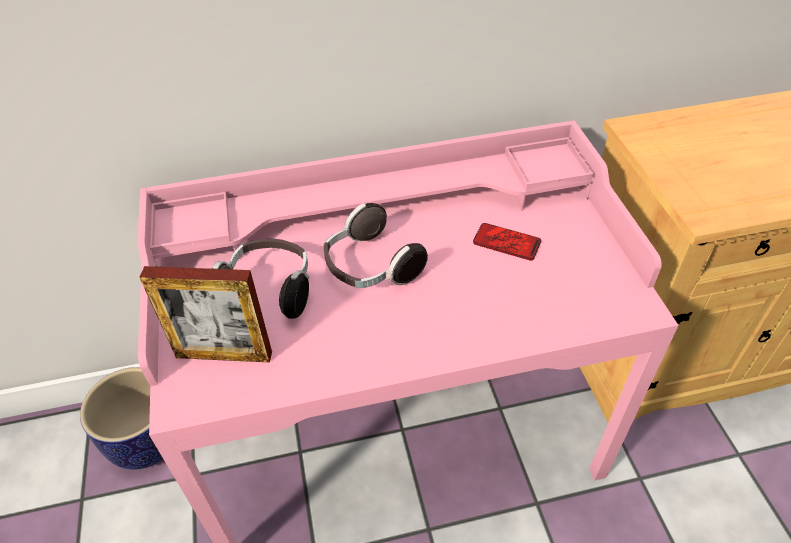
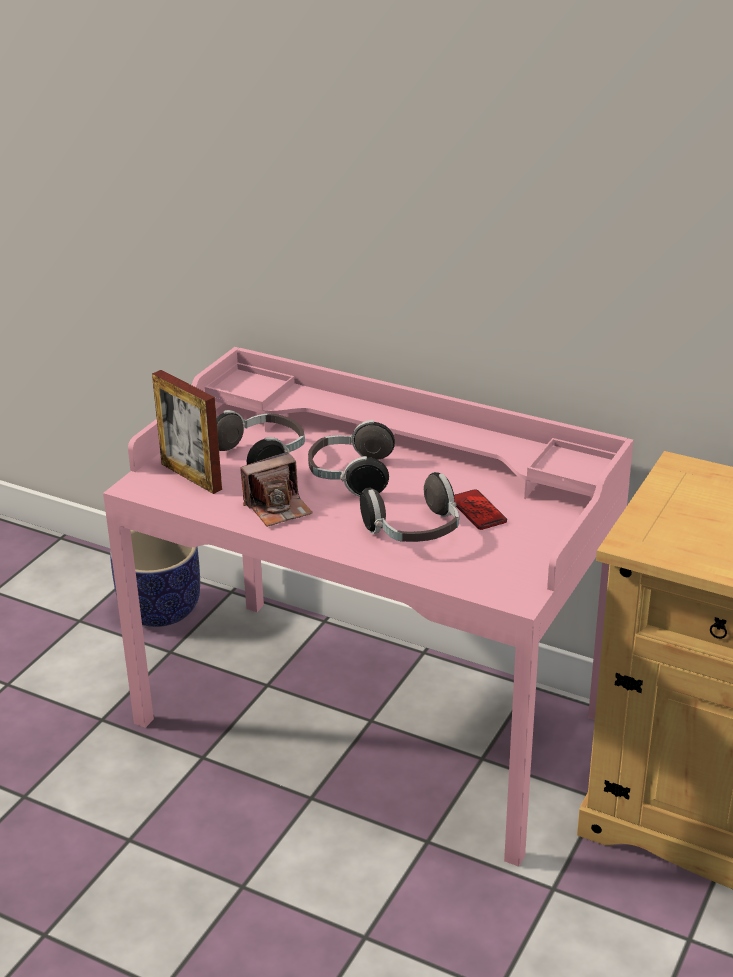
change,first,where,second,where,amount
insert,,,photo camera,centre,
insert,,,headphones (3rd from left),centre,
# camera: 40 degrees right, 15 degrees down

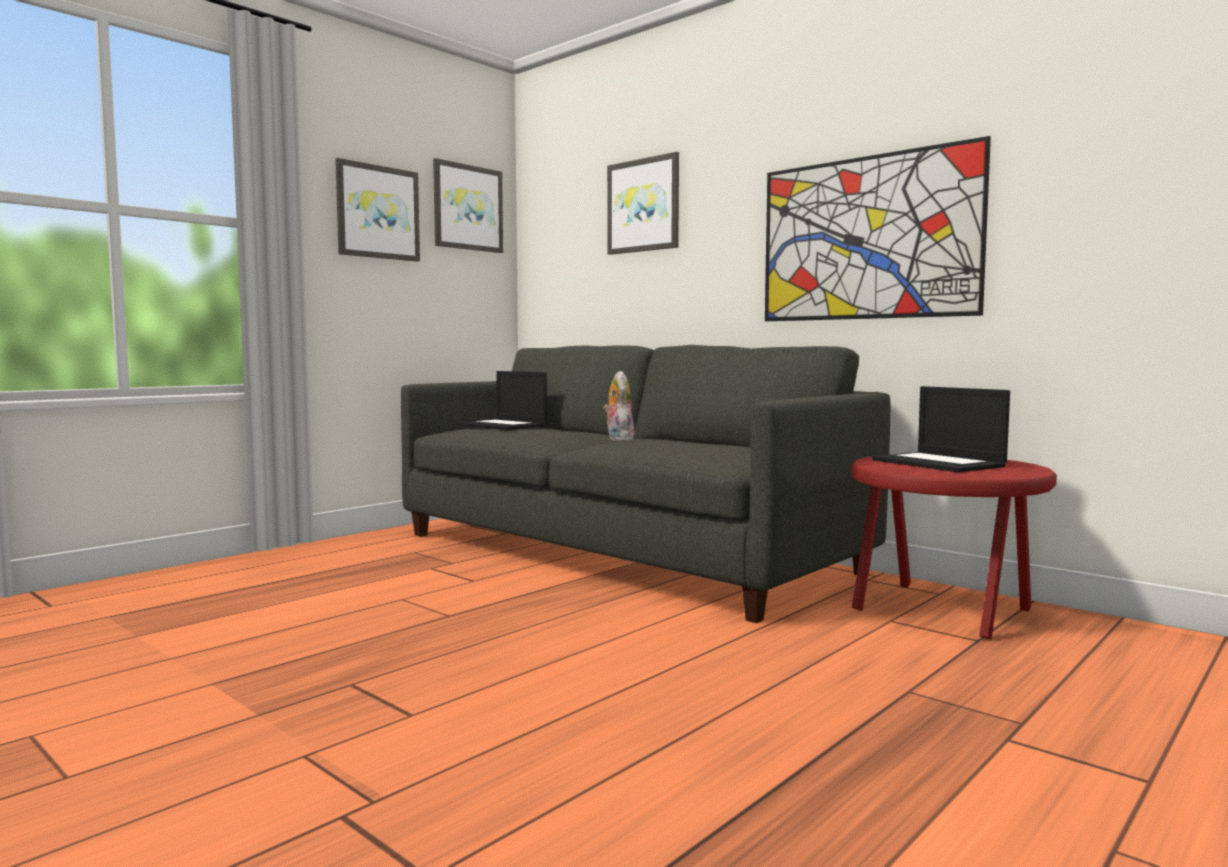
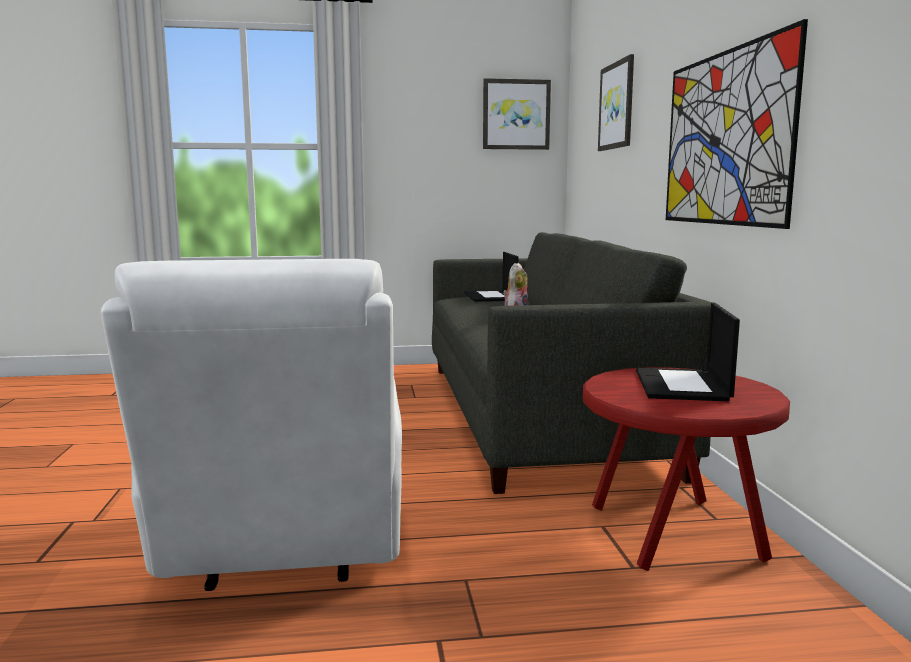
change,first,where,second,where,amount
delete,picture (1st from left),top left,,,
insert,,,white armchair,middle left,
# camera: 40 degrees right, 5 degrees up

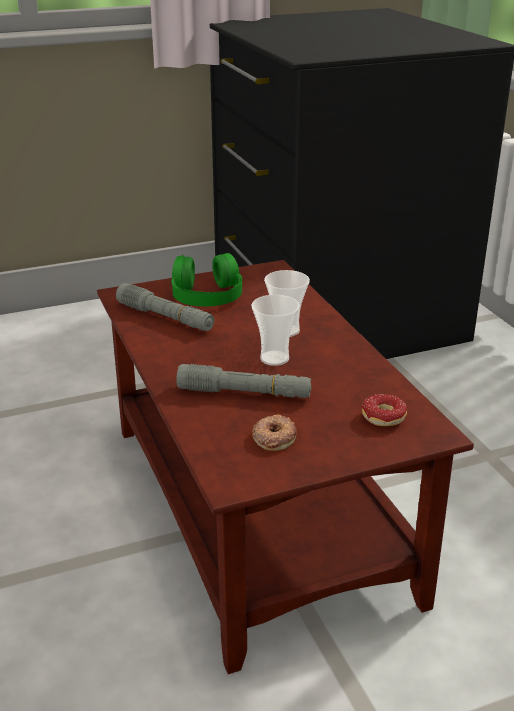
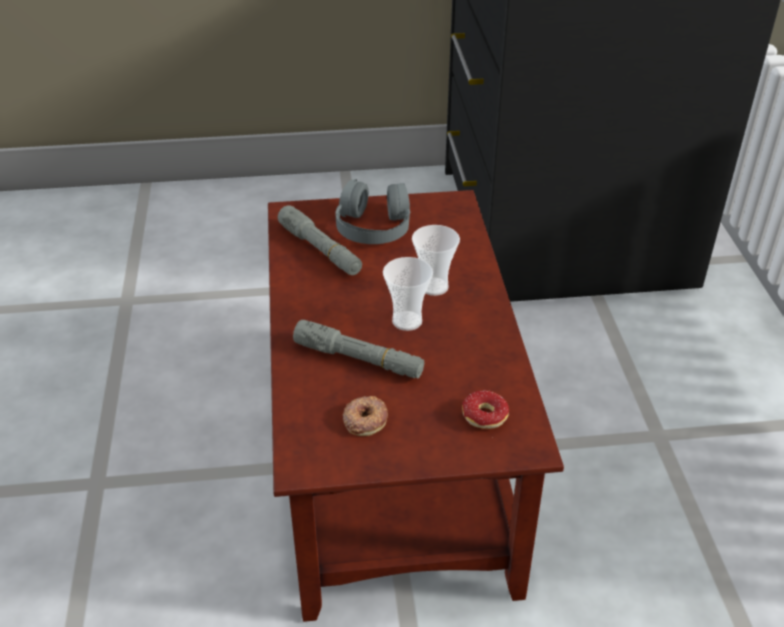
change,first,where,second,where,amount
recolor,green headphones,centre,grey headphones,centre,
# camera: 15 degrees right, 10 degrees up

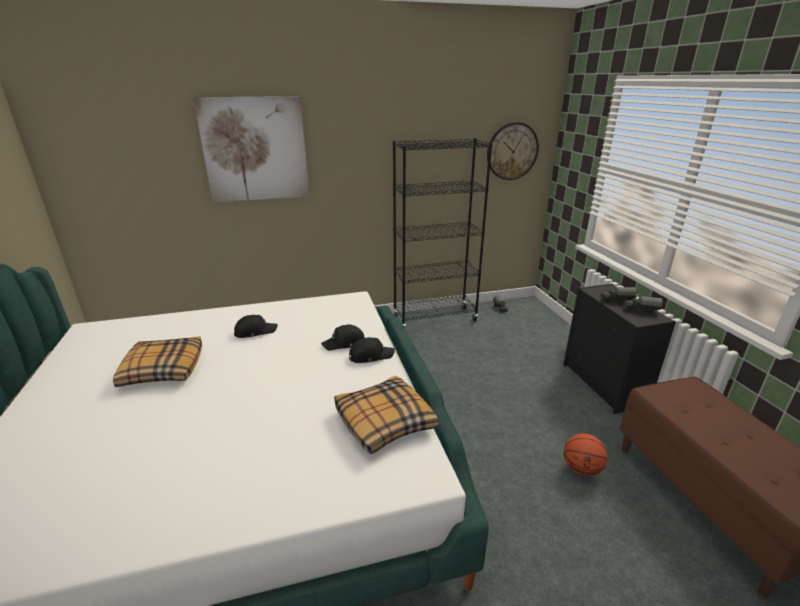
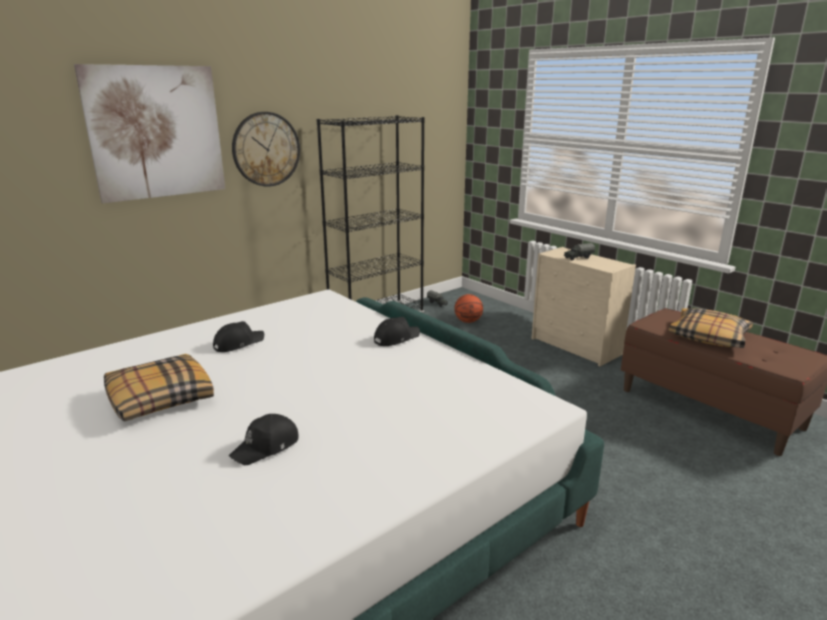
change,first,where,second,where,amount
move,wall clock,top centre,,top left,
recolor,black dresser,middle right,beige dresser,middle right,
delete,toy truck (3rd from left),middle right,,,
move,black cap (2nd from left),centre,,bottom left,
move,pillow (2nd from left),bottom centre,,middle right,
move,basketball,bottom right,,centre,
# camera: 25 degrees left, 5 degrees down

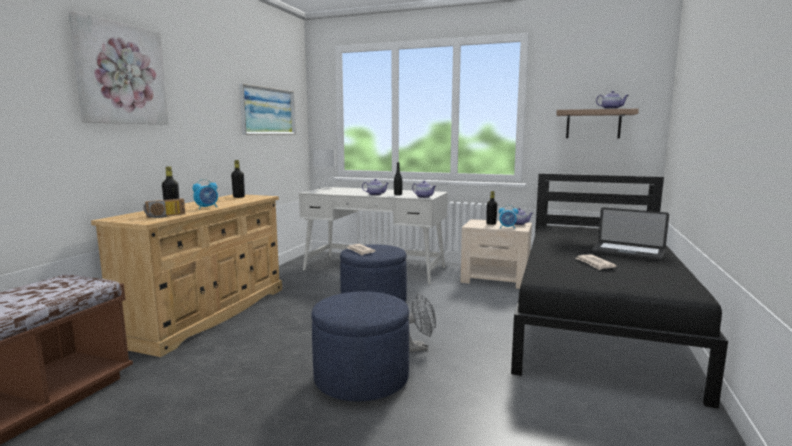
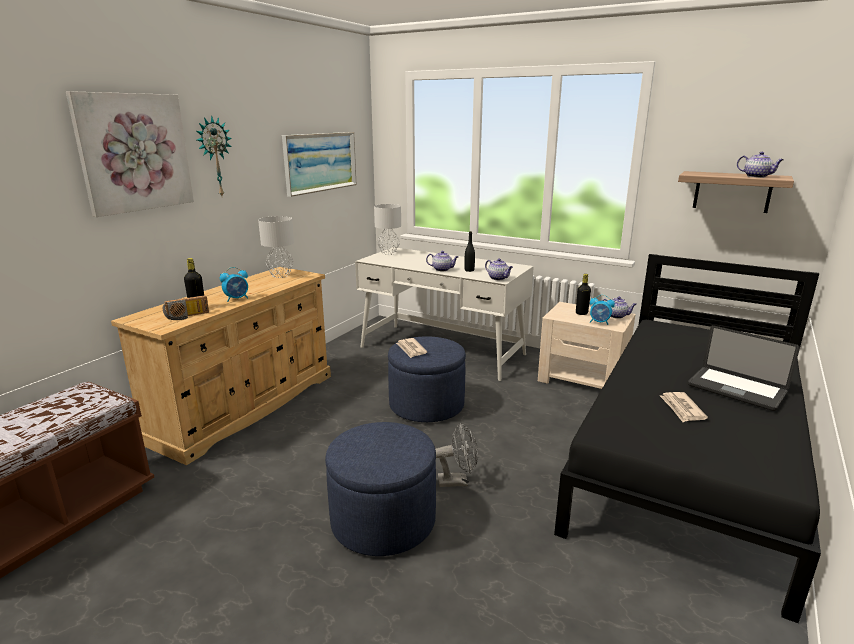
change,first,where,second,where,amount
replace,black bottle (2nd from left),middle left,grey table lamp (1st from left),middle left,
insert,,,wall clock,top left,
# camera: 10 degrees right, 10 degrees up

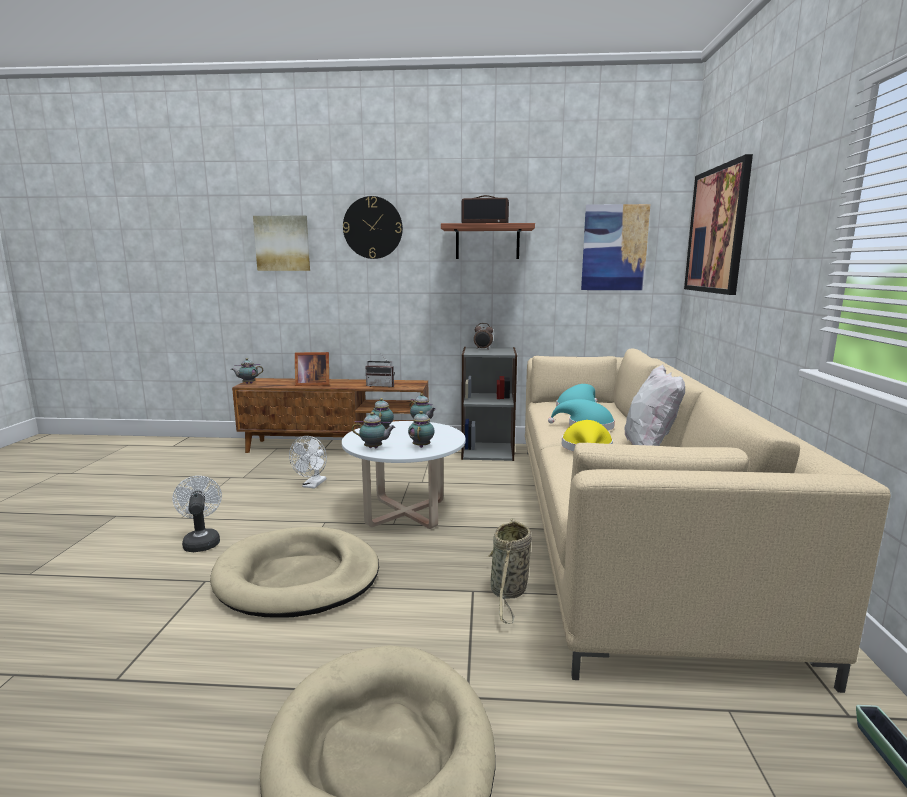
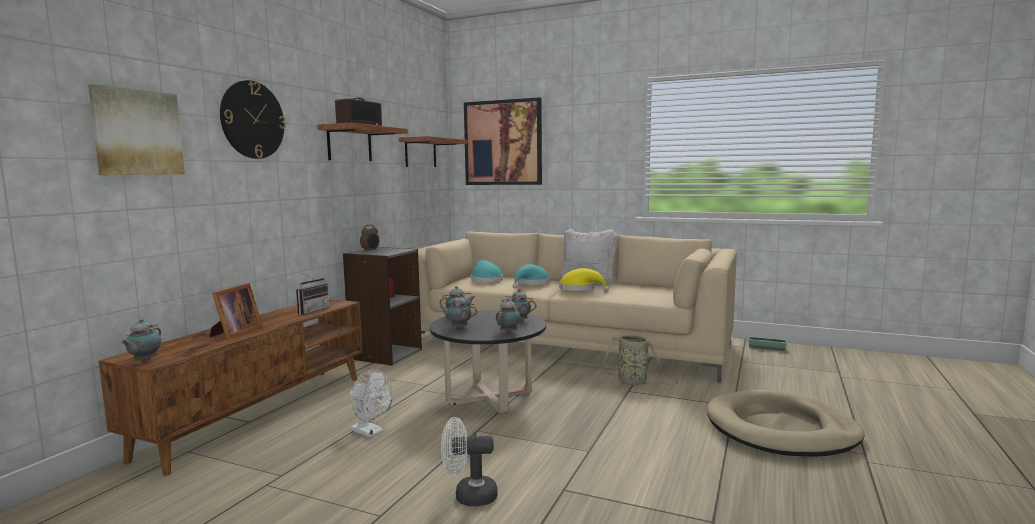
change,first,where,second,where,amount
replace,picture (2nd from left),top right,shelf (2nd from left),top centre,
recolor,white coffee table,centre,black coffee table,bottom centre,
delete,beige dog bed (1st from left),bottom left,,,
# camera: 70 degrees left, 5 degrees down

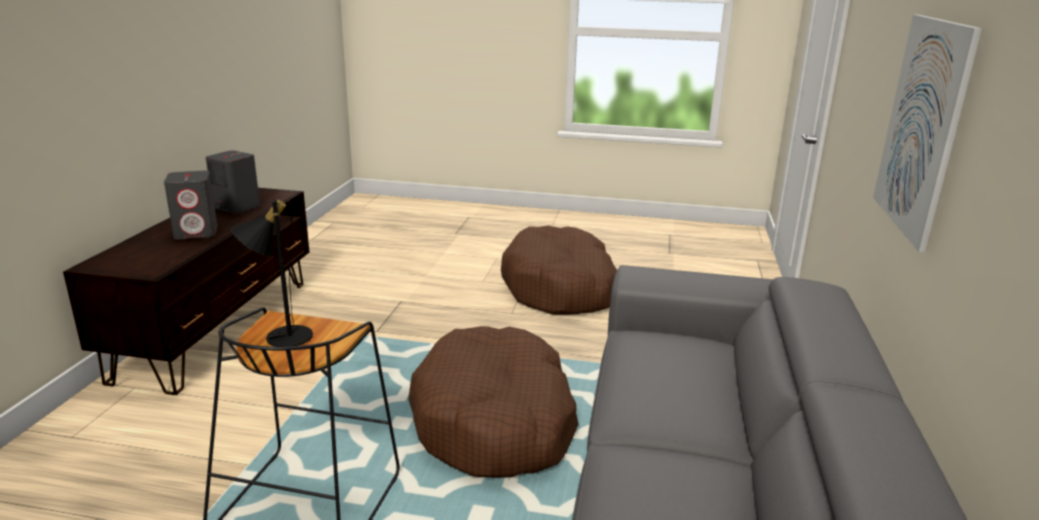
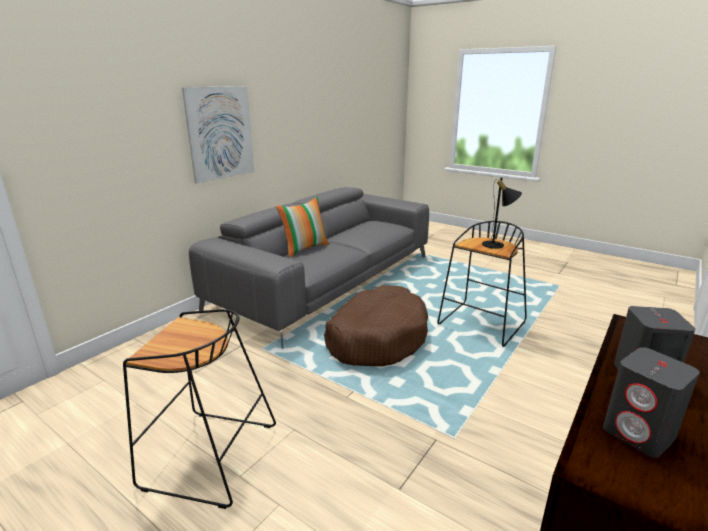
change,first,where,second,where,amount
replace,brown dog bed (2nd from left),centre,black stool (1st from left),bottom left,
insert,,,pillow,centre,
# camera: 155 degrees left, 0 degrees up

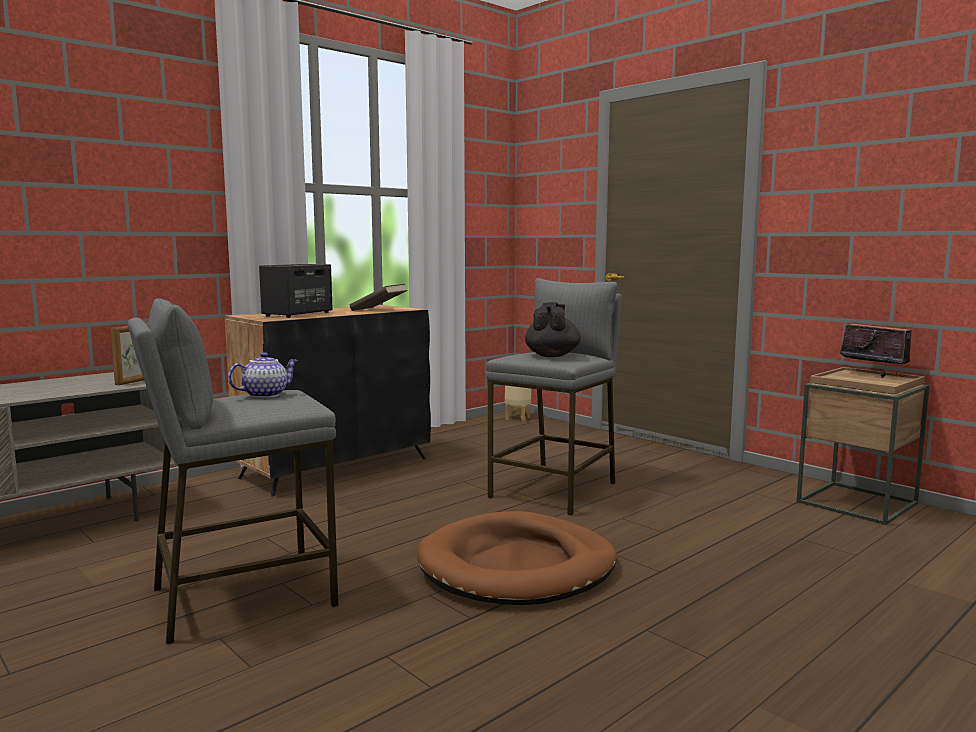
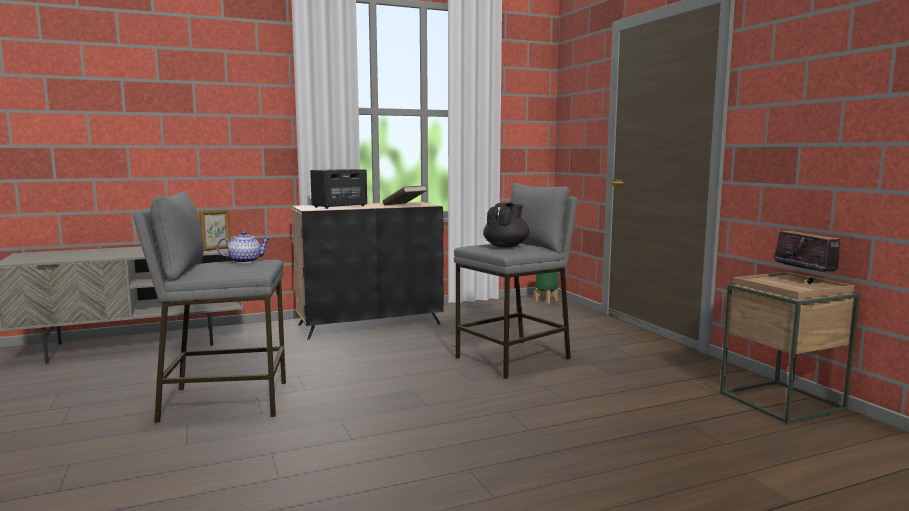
change,first,where,second,where,amount
recolor,beige planter,centre,green planter,centre,
delete,brown dog bed,bottom centre,,,
# camera: 20 degrees right, 0 degrees up

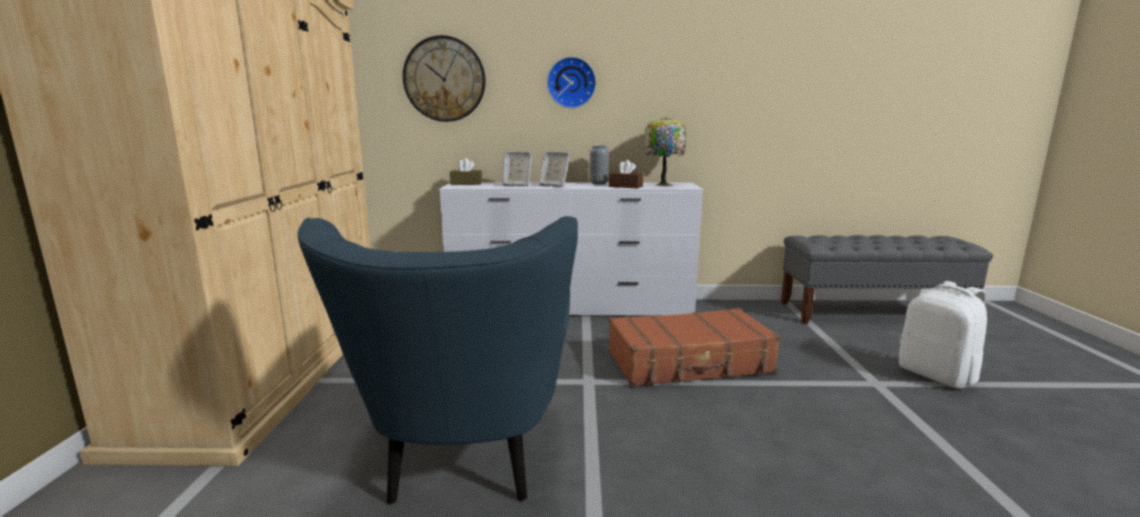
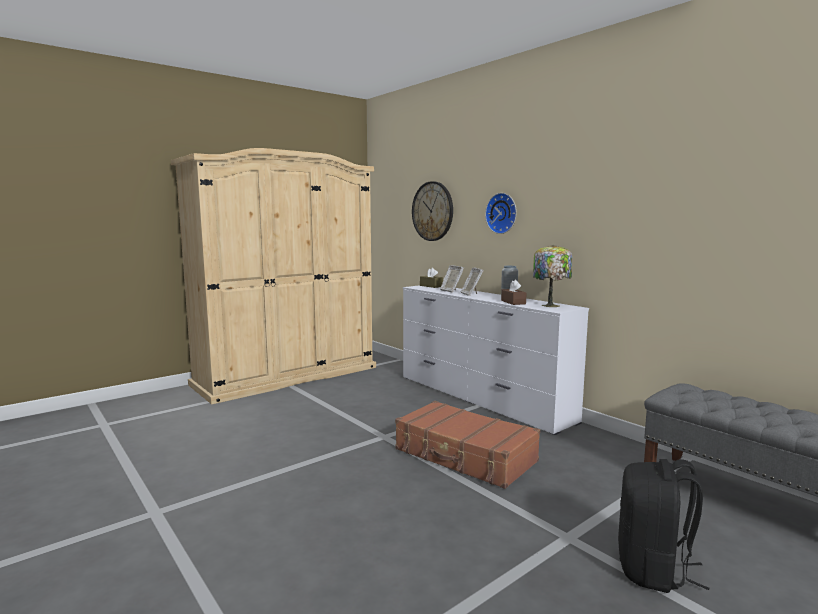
change,first,where,second,where,amount
delete,blue armchair,bottom centre,,,
recolor,white backpack,middle right,black backpack,bottom right,
# camera: 50 degrees right, 5 degrees down

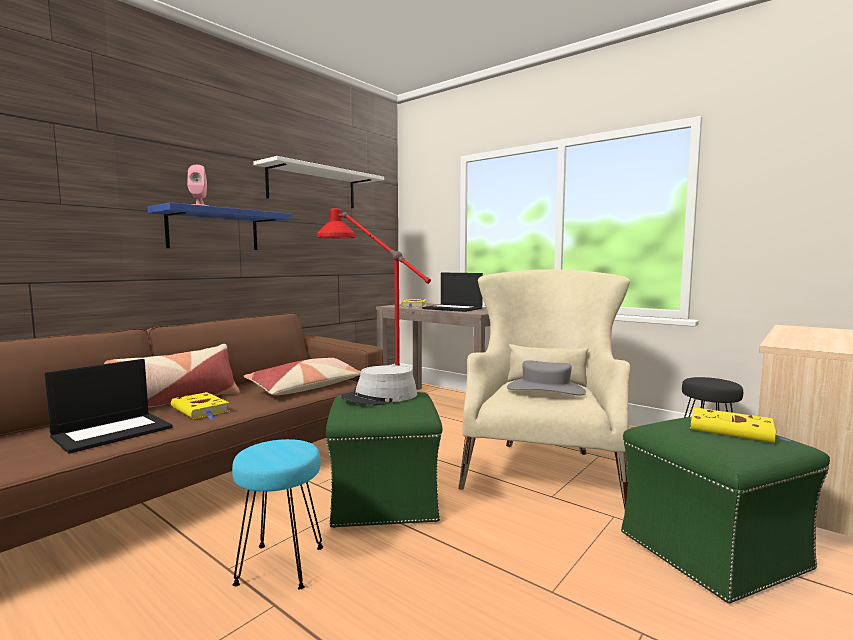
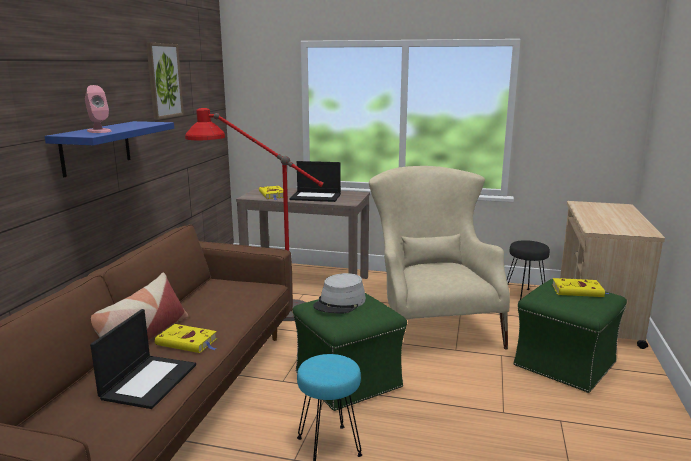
change,first,where,second,where,amount
replace,white shelf,top centre,picture,top left,
delete,pillow (2nd from left),centre,,,
delete,grey hat (2nd from left),centre,,,
# camera: 25 degrees left, 10 degrees up

